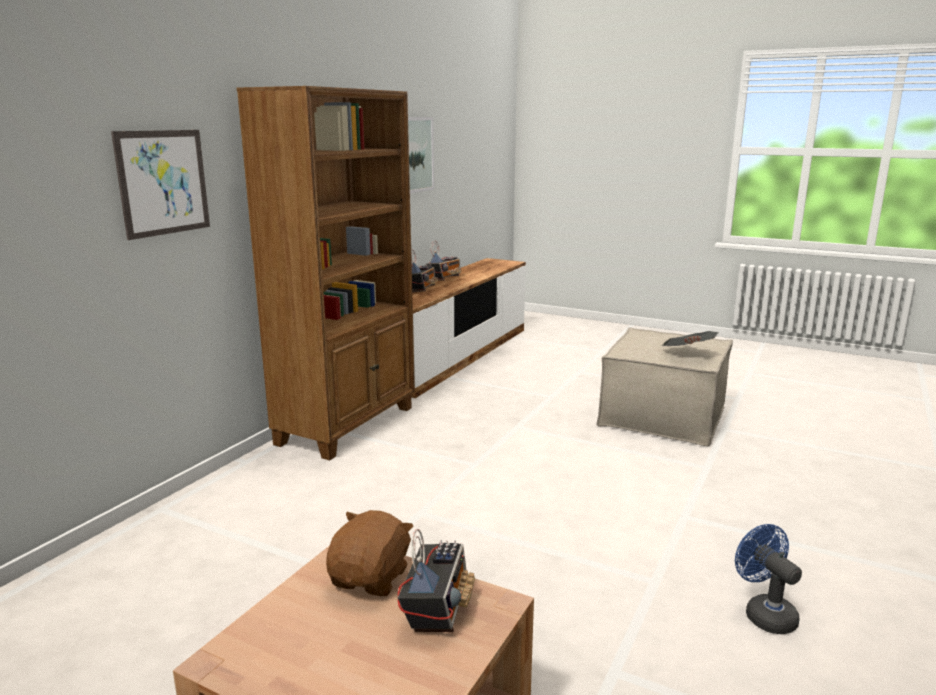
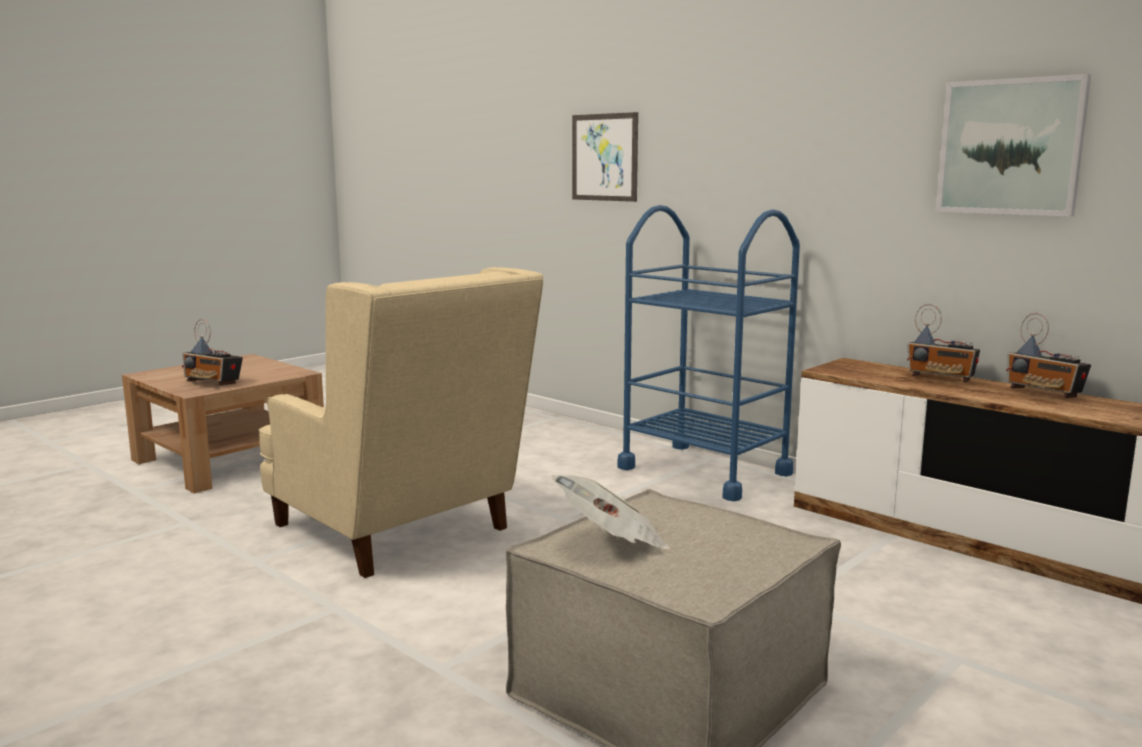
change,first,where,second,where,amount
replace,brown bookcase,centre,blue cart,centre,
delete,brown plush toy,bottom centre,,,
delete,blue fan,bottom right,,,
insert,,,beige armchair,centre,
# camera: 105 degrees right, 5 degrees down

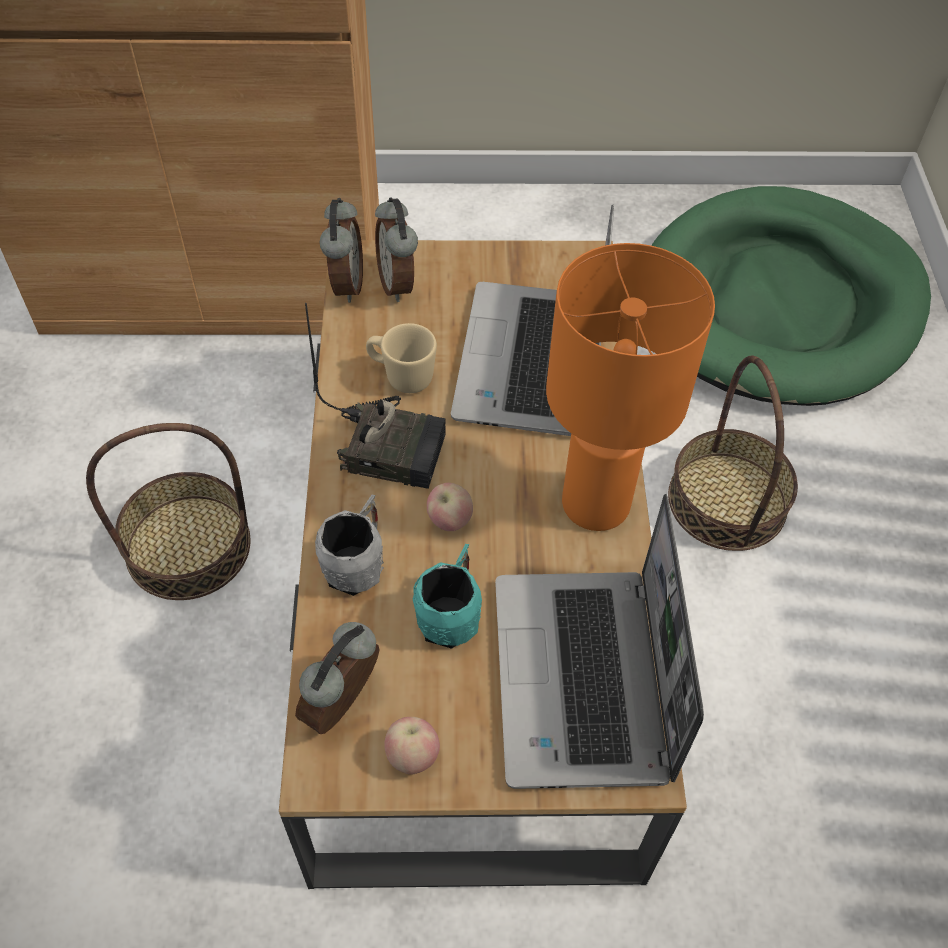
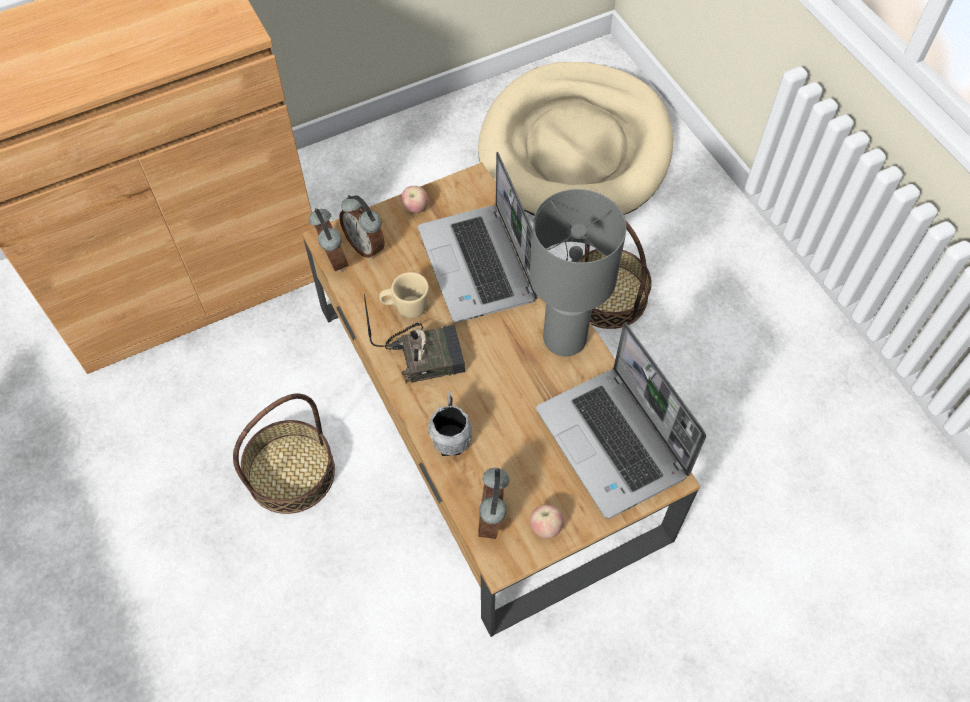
change,first,where,second,where,amount
recolor,green dog bed,top right,beige dog bed,top centre,
recolor,orange table lamp,centre,grey table lamp,centre,
move,apple (2nd from left in the first image),centre,apple (1st from left),top centre,
delete,turquoise mug,centre,,,
# camera: 25 degrees left, 5 degrees up

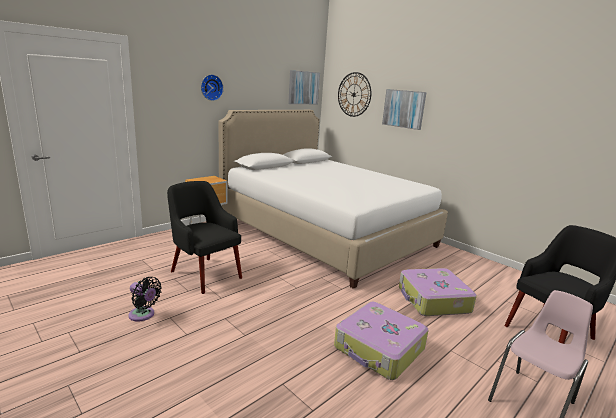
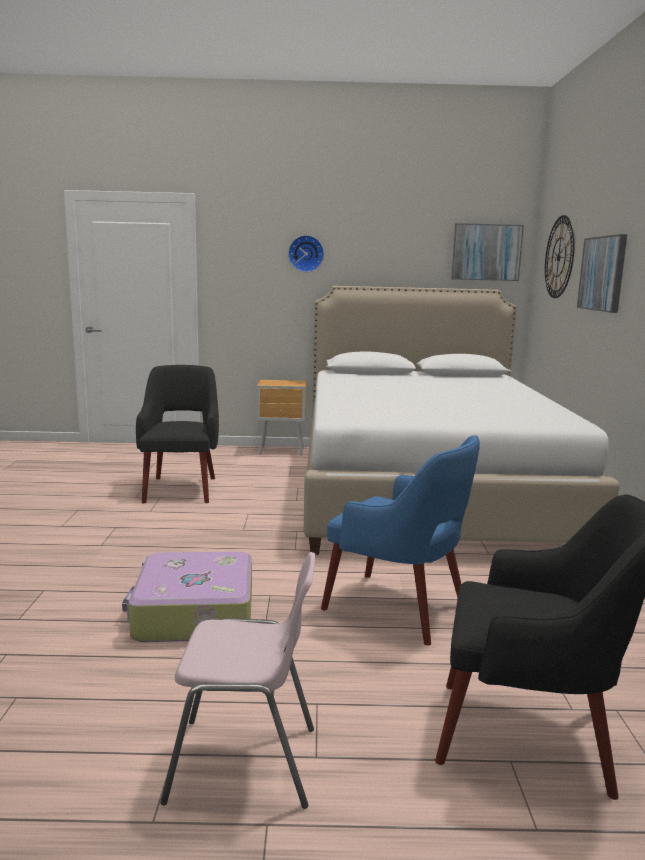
change,first,where,second,where,amount
replace,suitcase (2nd from left),bottom right,blue armchair,centre,
delete,black fan,bottom left,,,
# camera: 45 degrees right, 5 degrees down

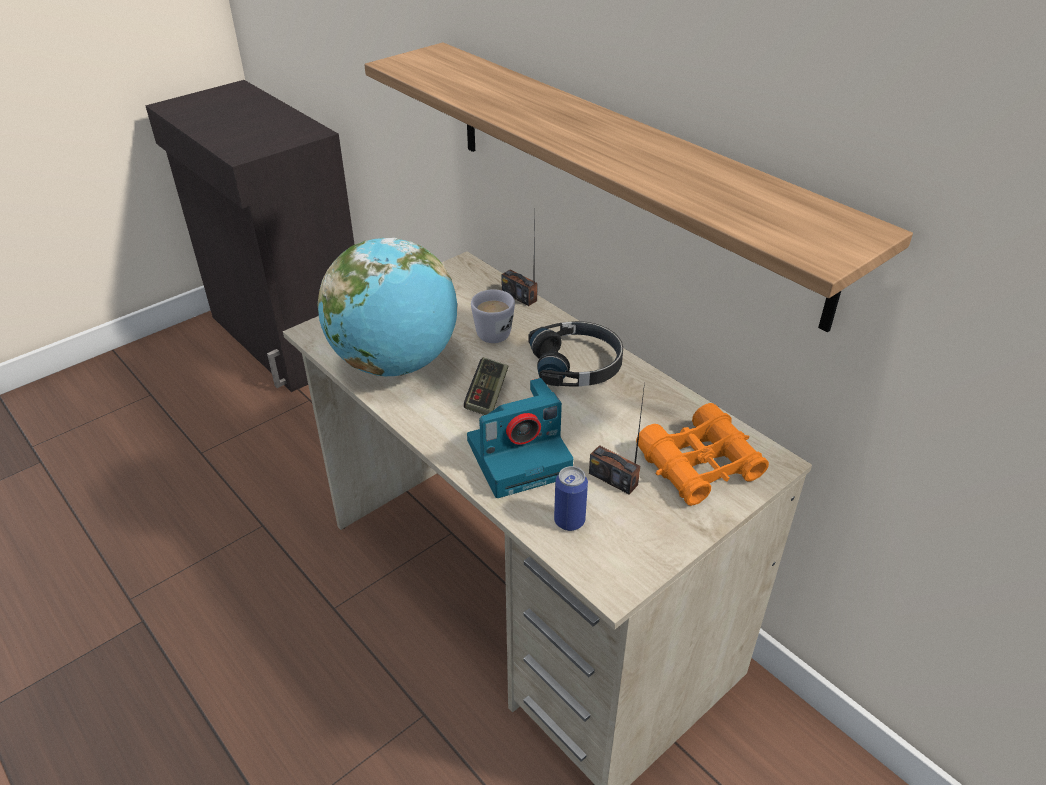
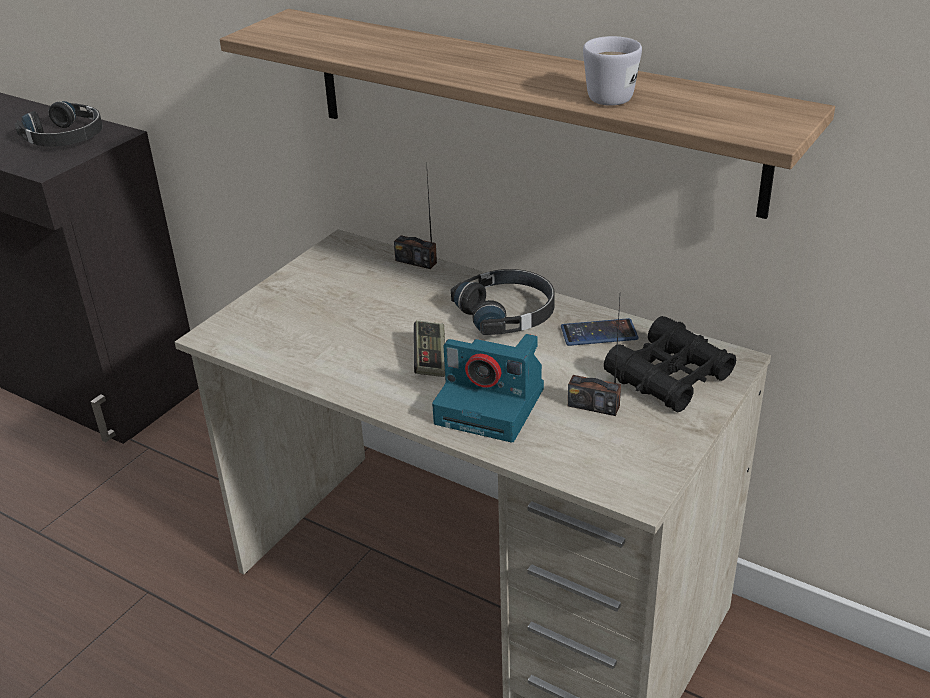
change,first,where,second,where,amount
delete,globe,centre,,,
move,white mug,centre,,top centre,
rotate,photo camera,centre,,centre,60 degrees clockwise
recolor,orange binoculars,middle right,black binoculars,middle right,
delete,can,centre,,,
insert,,,black headphones (1st from left),top left,
insert,,,phone,centre,
# camera: 15 degrees left, 5 degrees down

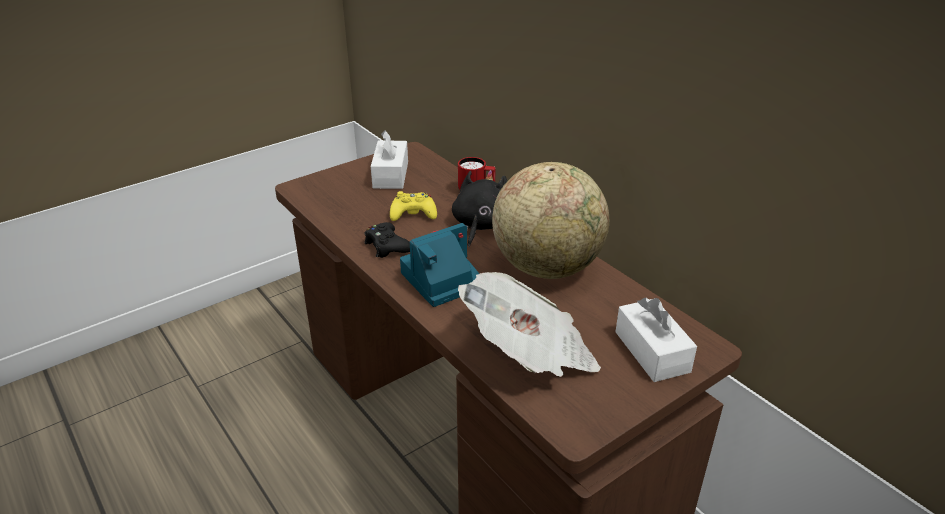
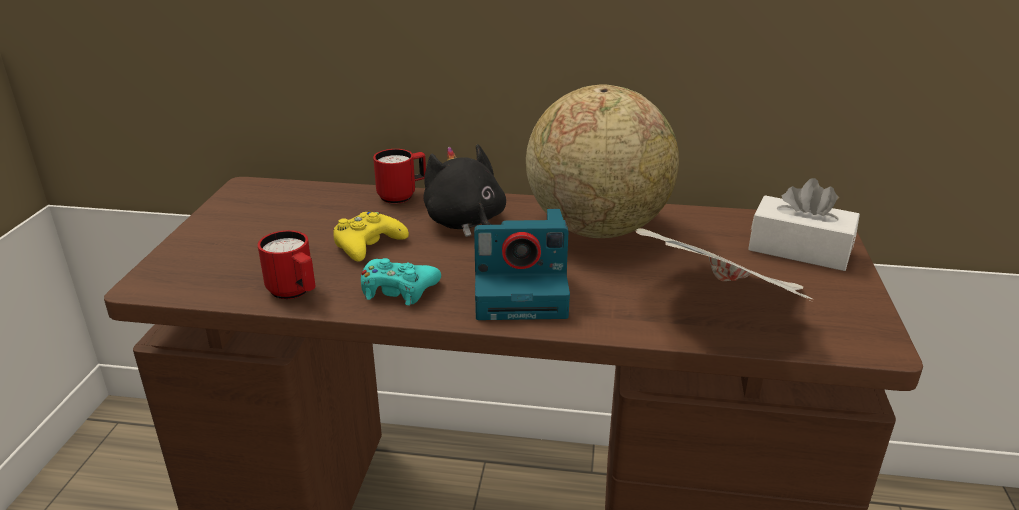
change,first,where,second,where,amount
delete,white tissue box (1st from left),top centre,,,
recolor,black game controller,centre,turquoise game controller,centre,
rotate,photo camera,centre,,centre,105 degrees counterclockwise
insert,,,red mug (1st from left),middle left,
# camera: 45 degrees left, 5 degrees down

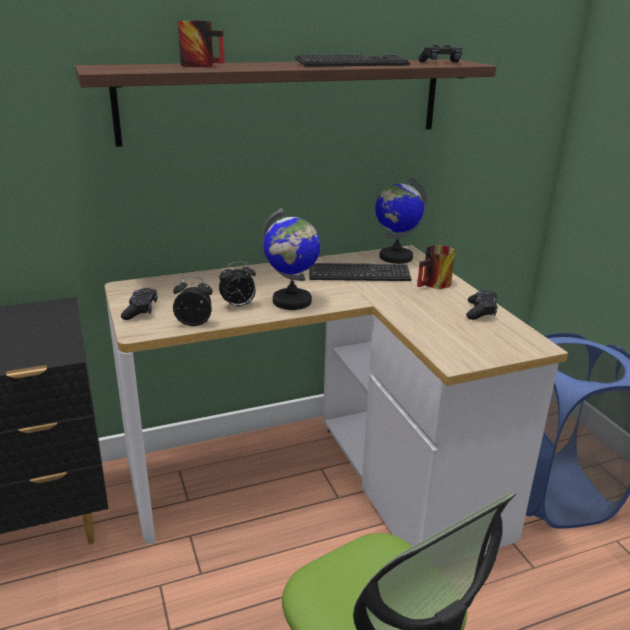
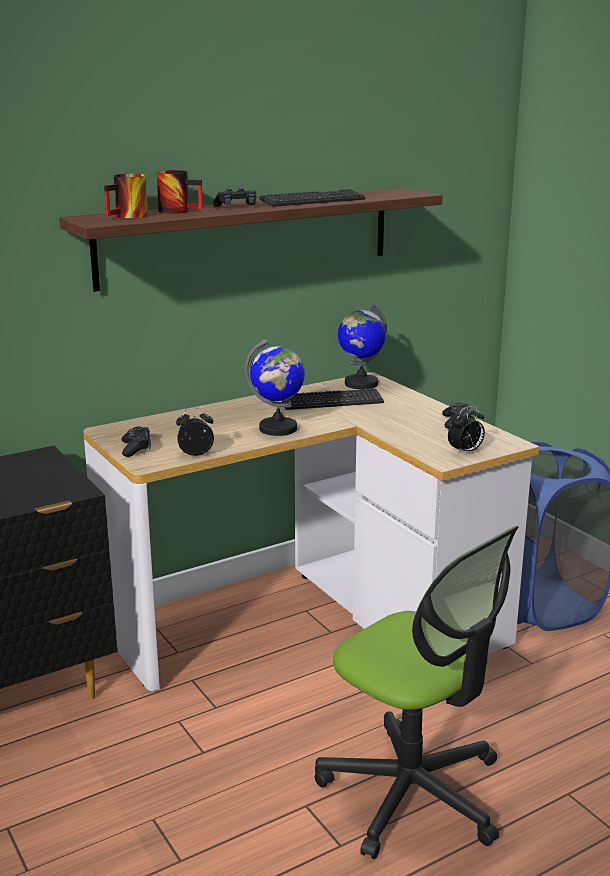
change,first,where,second,where,amount
move,black game controller (2nd from left),top right,,top centre,
move,mug (2nd from left in the first image),middle right,mug (1st from left),top left,
move,alarm clock (2nd from left),centre,,middle right,
# camera: 10 degrees left, 5 degrees down

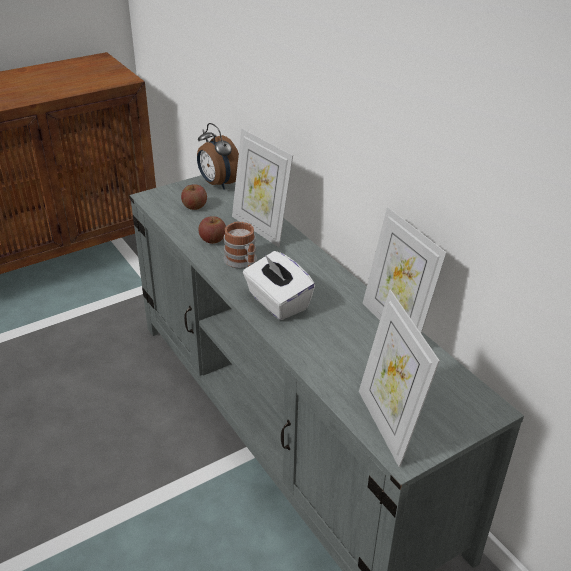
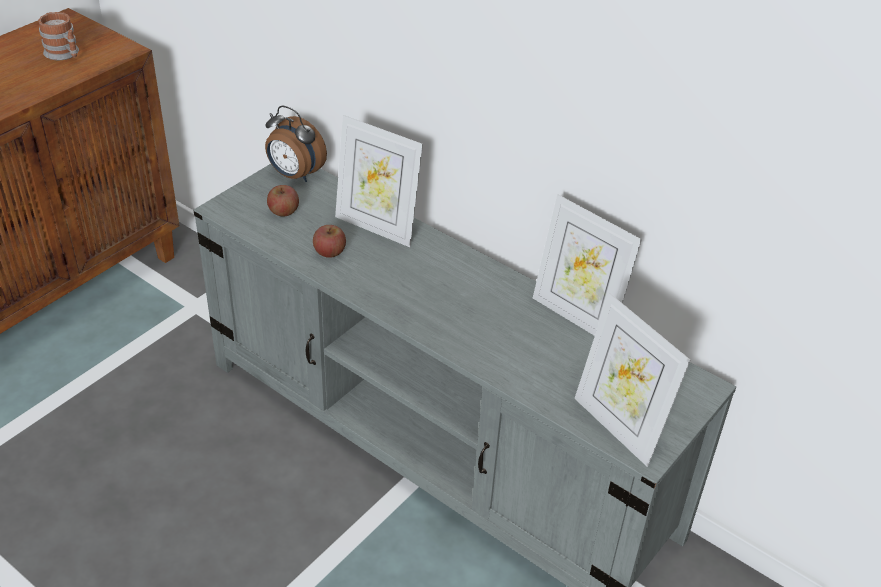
change,first,where,second,where,amount
move,mug,centre,,top left,
delete,white tissue box,centre,,,
# camera: 20 degrees left, 5 degrees up

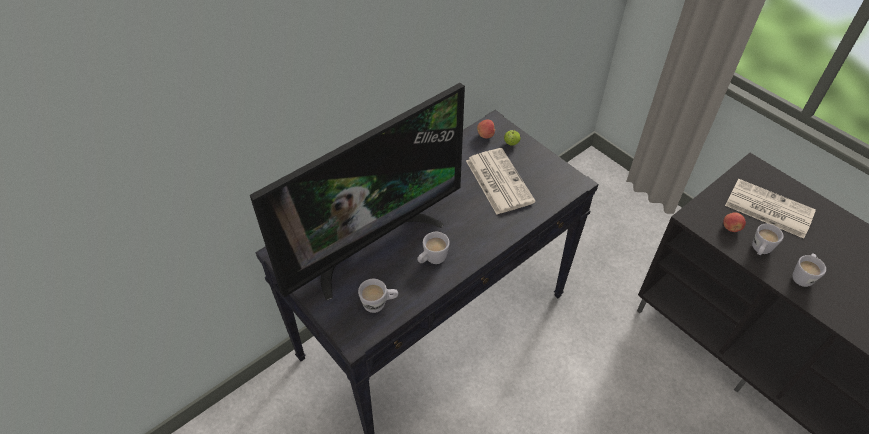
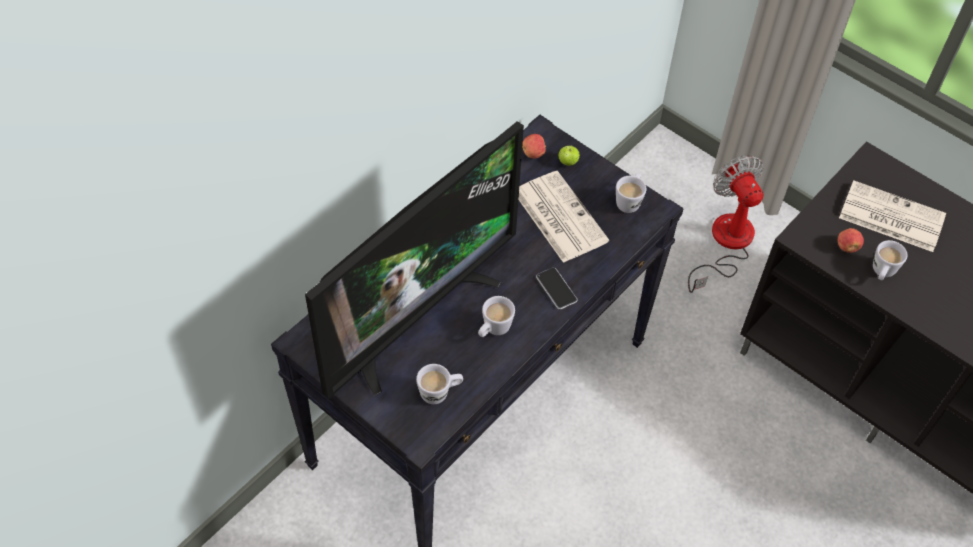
change,first,where,second,where,amount
move,white mug (4th from left in the first image),middle right,white mug (3rd from left),centre,
insert,,,fan,middle right,
insert,,,phone,centre,
# camera: 10 degrees left, 5 degrees up

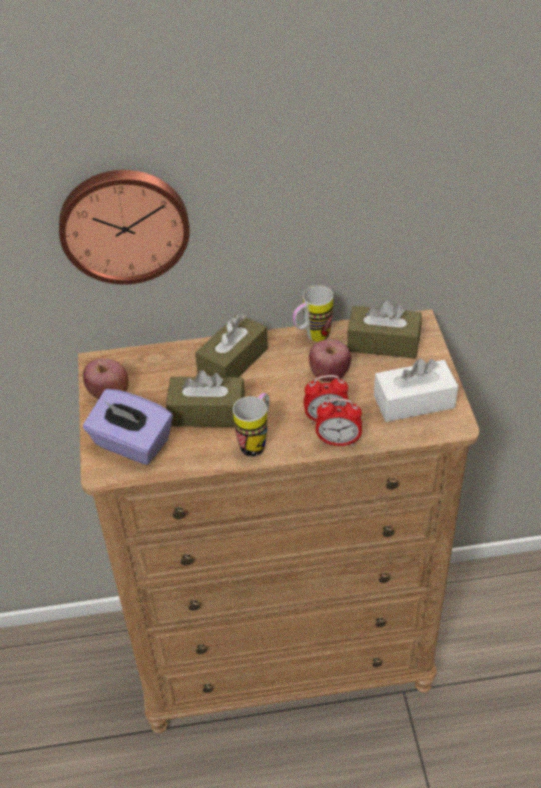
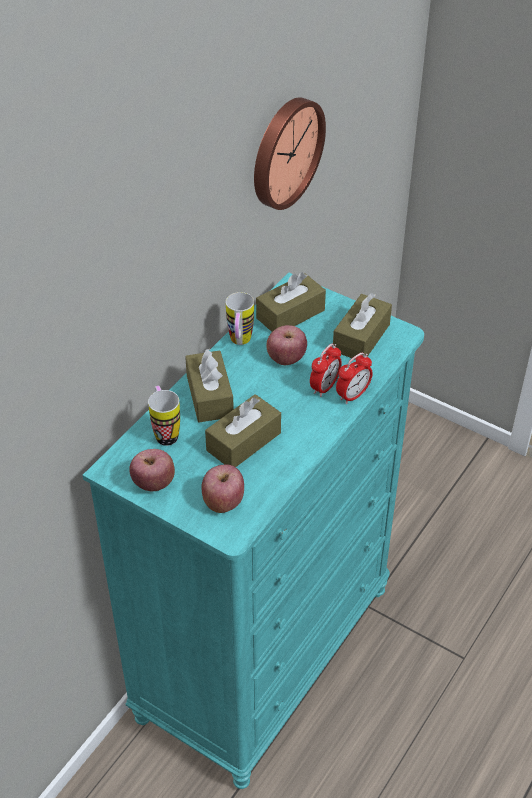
change,first,where,second,where,amount
move,wall clock,top left,,top centre,
recolor,brown dresser,centre,turquoise dresser,centre,
recolor,white tissue box,middle right,brown tissue box (4th from left),middle right,
replace,purple tissue box,middle left,apple (2nd from left),centre,
move,mug (1st from left),centre,,middle left,
# camera: 50 degrees left, 0 degrees up

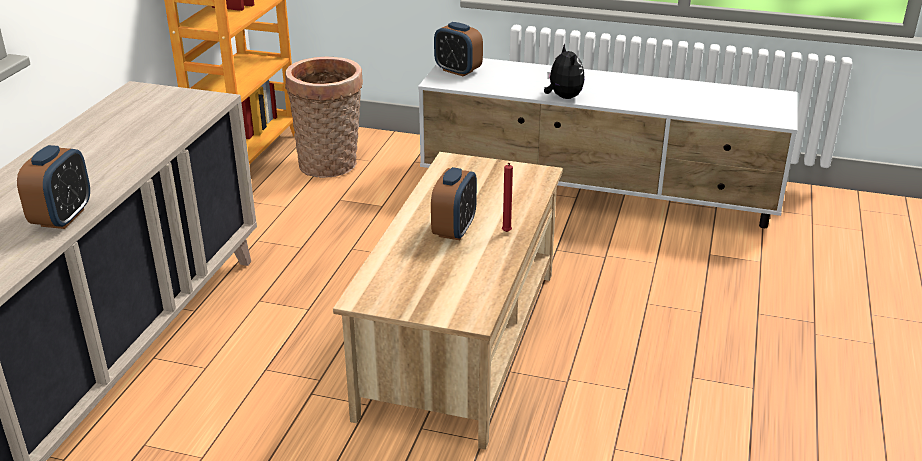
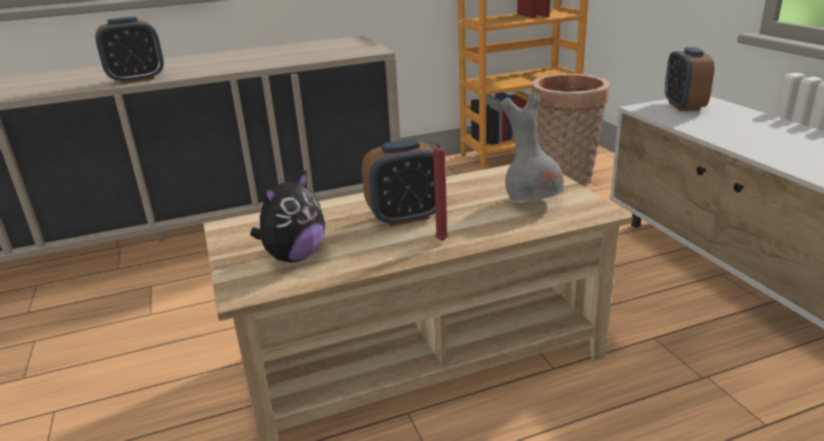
change,first,where,second,where,amount
move,plush toy,top centre,,centre,
insert,,,grey vase,centre,
# camera: 55 degrees right, 5 degrees down

